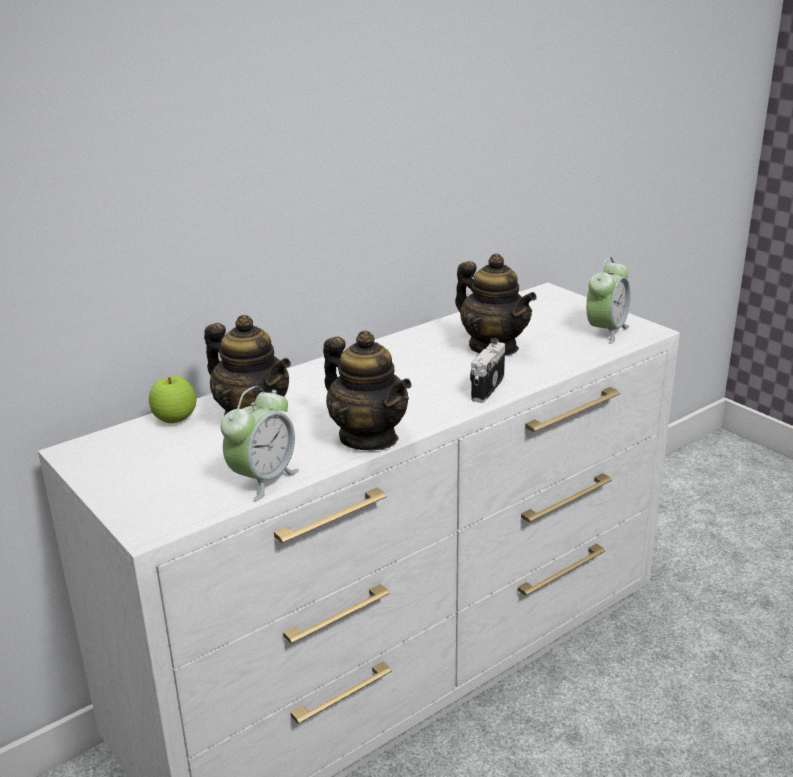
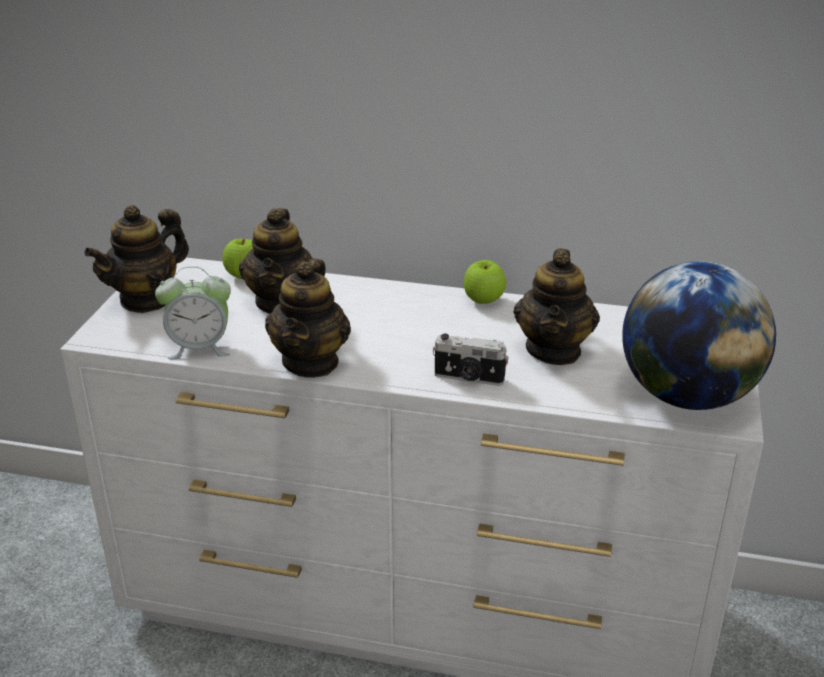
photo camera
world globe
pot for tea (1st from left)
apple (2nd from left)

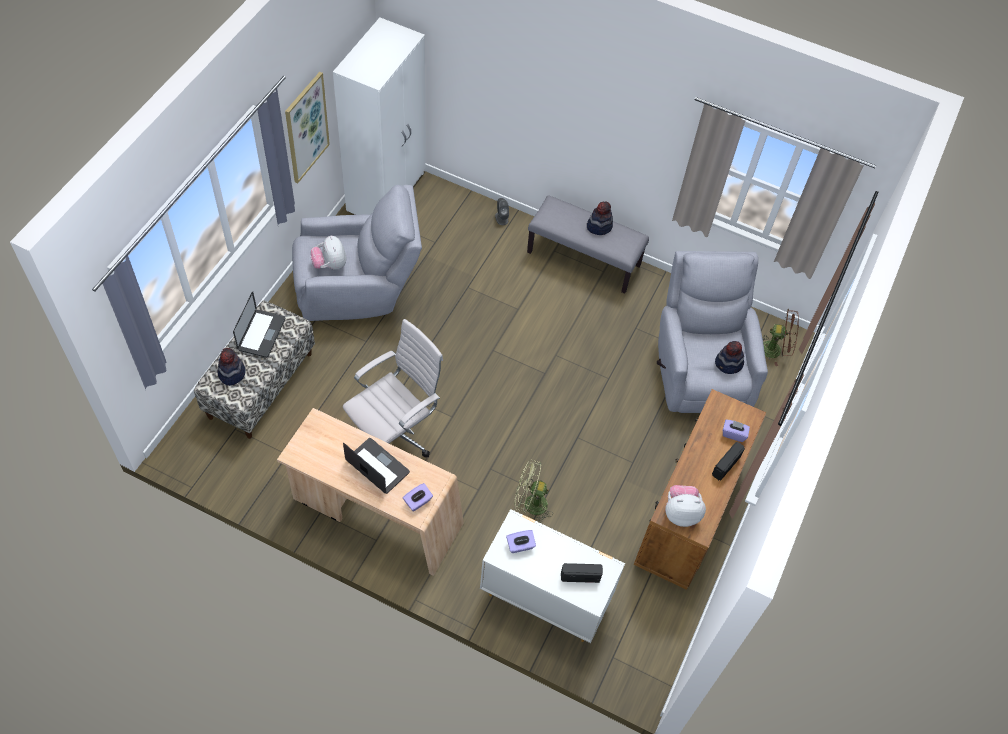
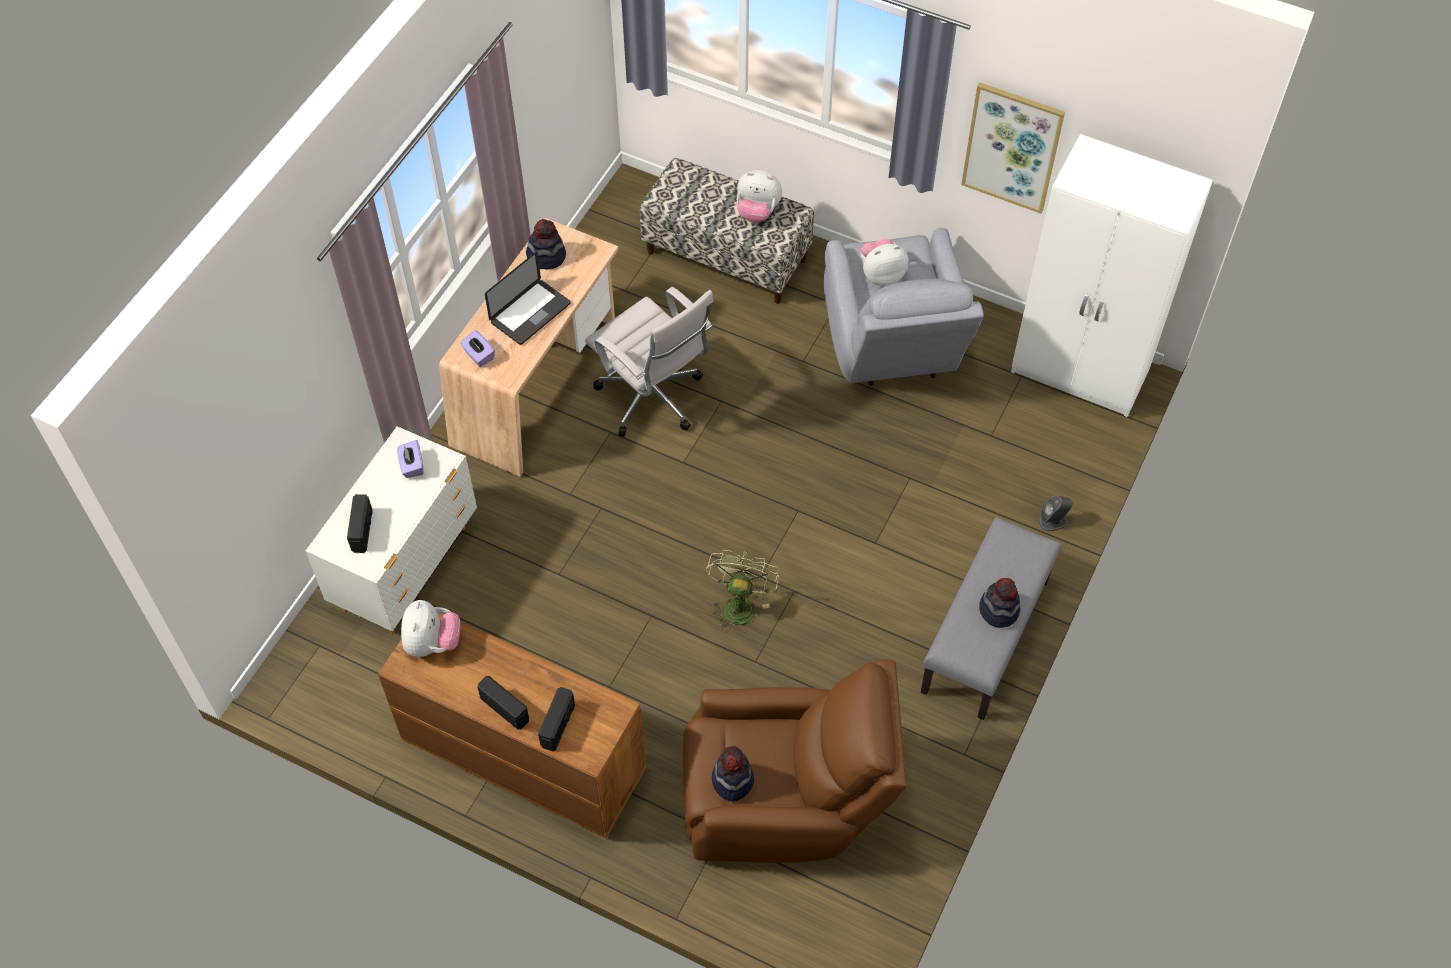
hat (1st from left)
plush toy (2nd from left)
cooling fan in green-coloured
easy chair in brown-coloured
radio receiver (3rd from left)
cooling fan in brown-coloured

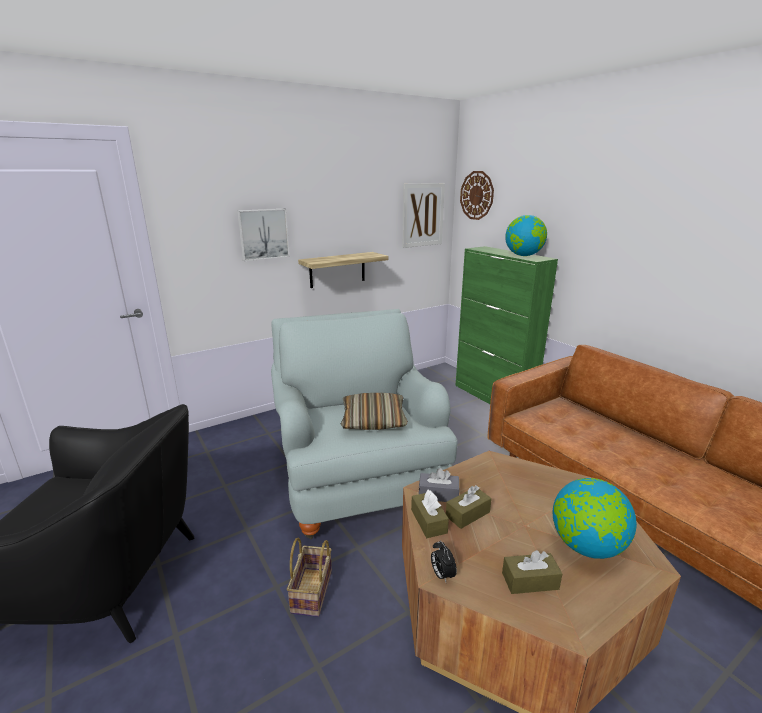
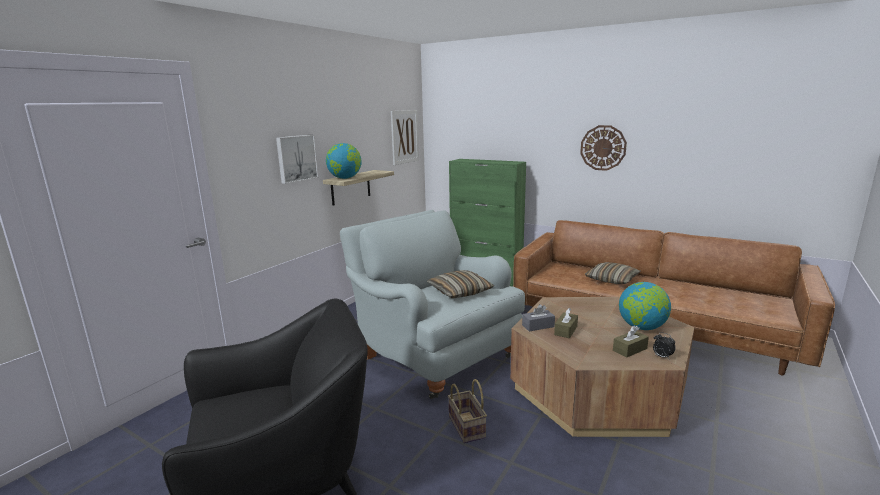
box of tissues in brown-coloured (1st from left in the first image)
table clock
wall clock
world globe (1st from left)
pillow (2nd from left)

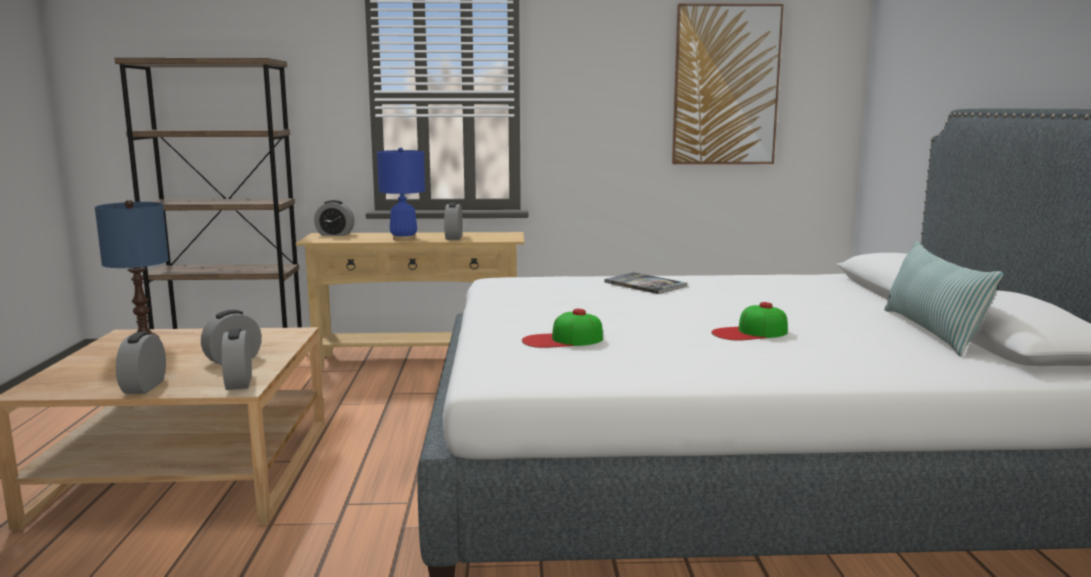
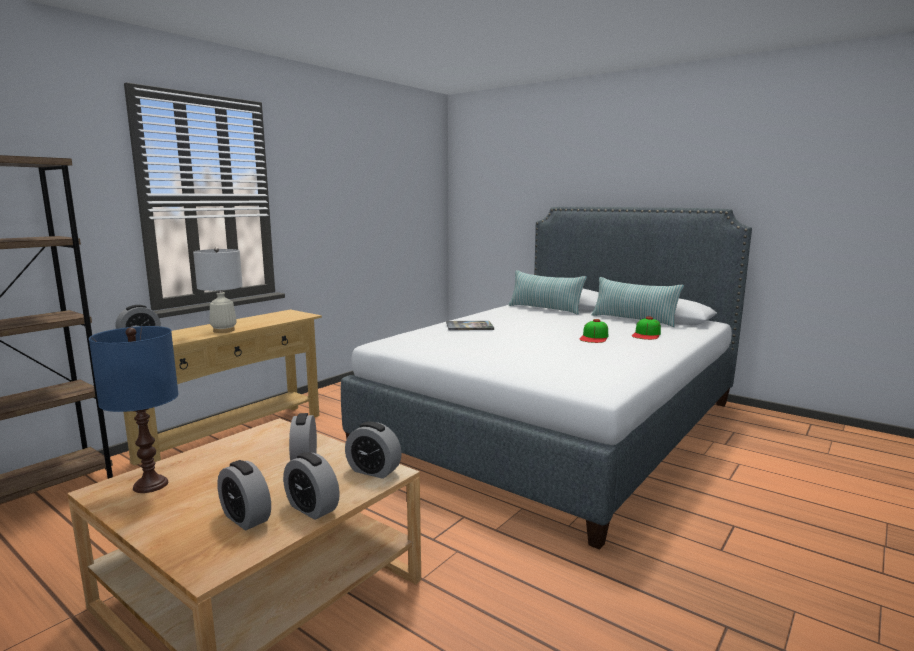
tabletop lamp in whitish
table clock (2nd from left)
baseball cap (2nd from left)
picture
pillow (1st from left)

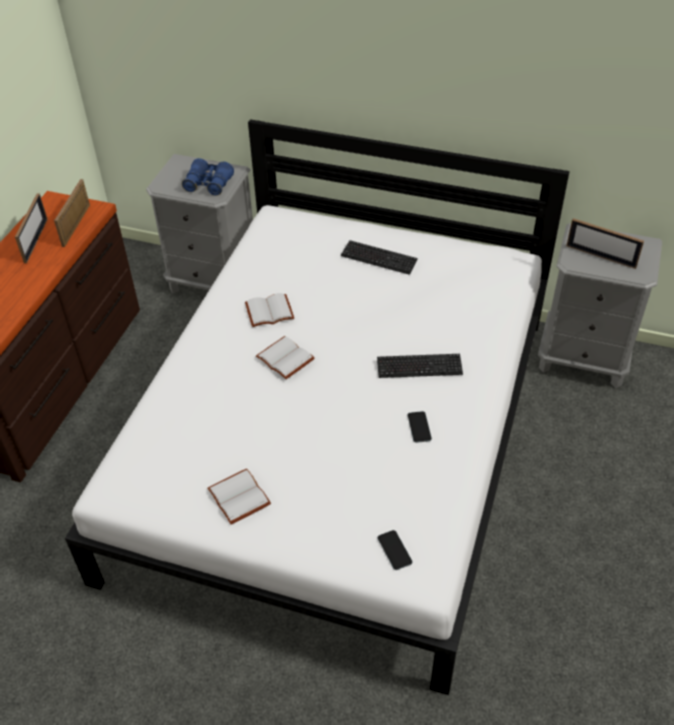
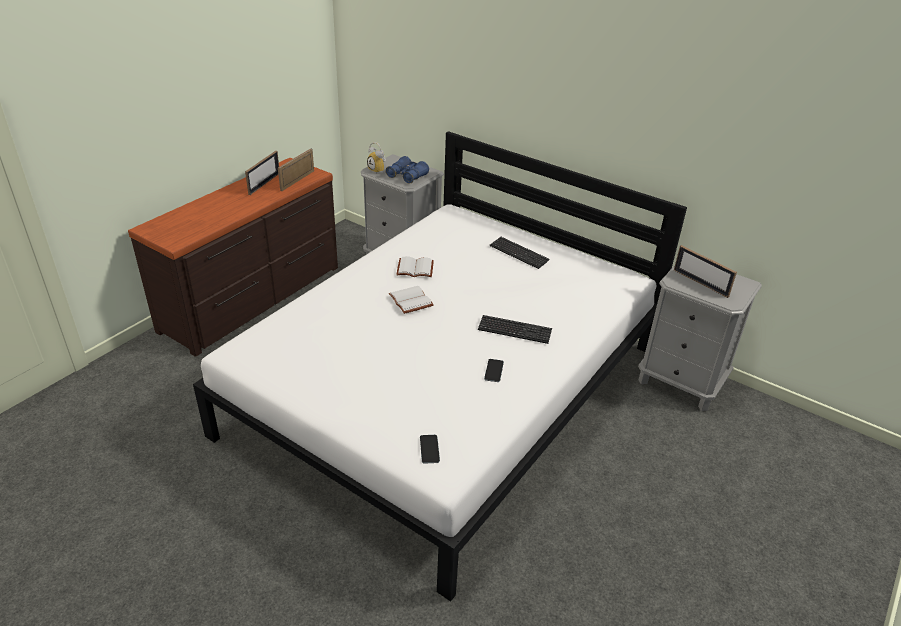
bound book in whitish (1st from left in the first image)
table clock

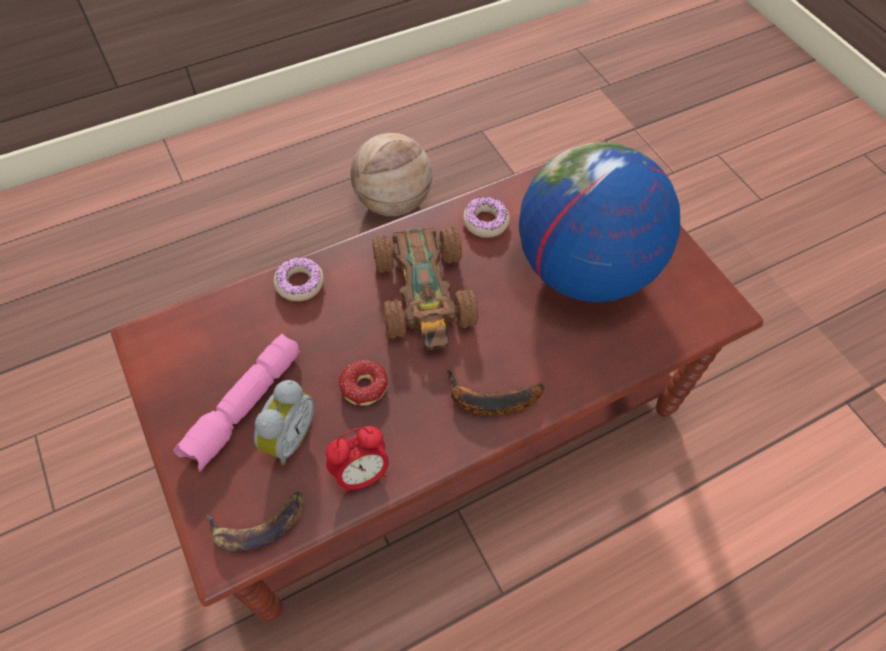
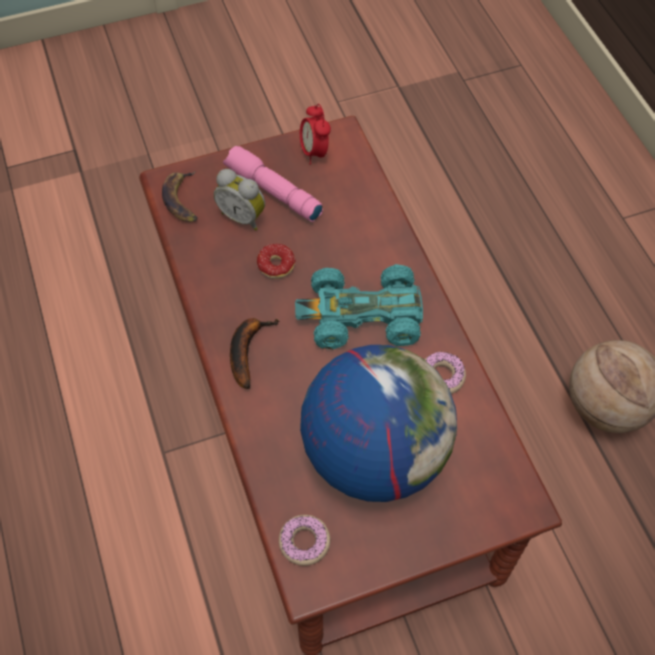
donut (2nd from left)
table clock (2nd from left)
model car in blue-green

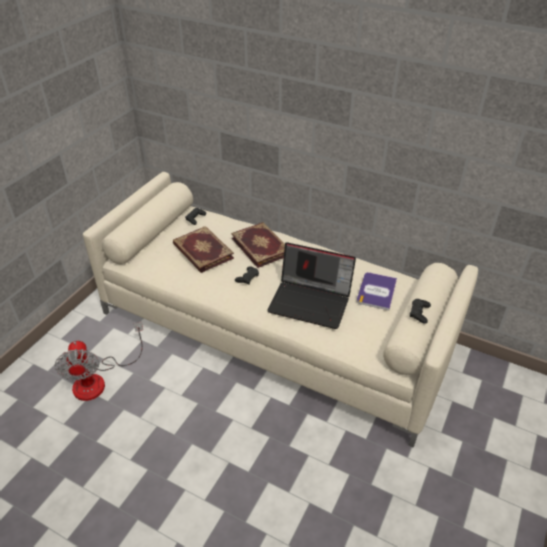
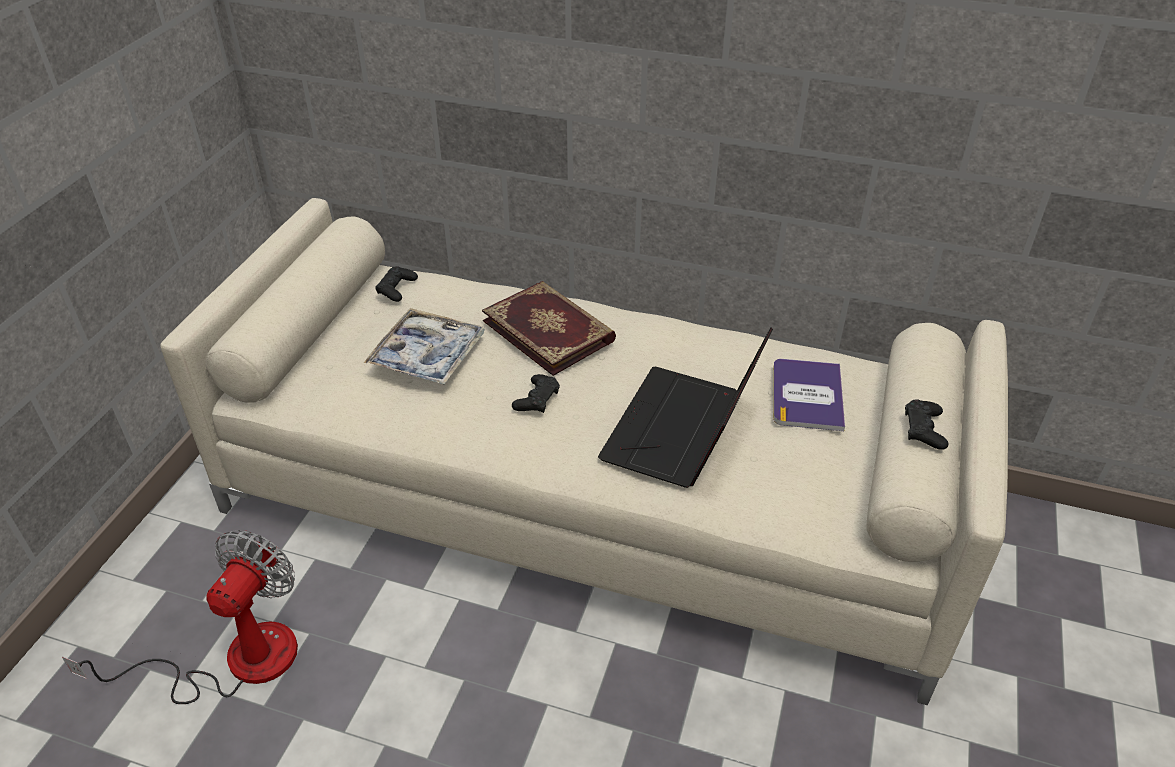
cooling fan
serving tray
laptop

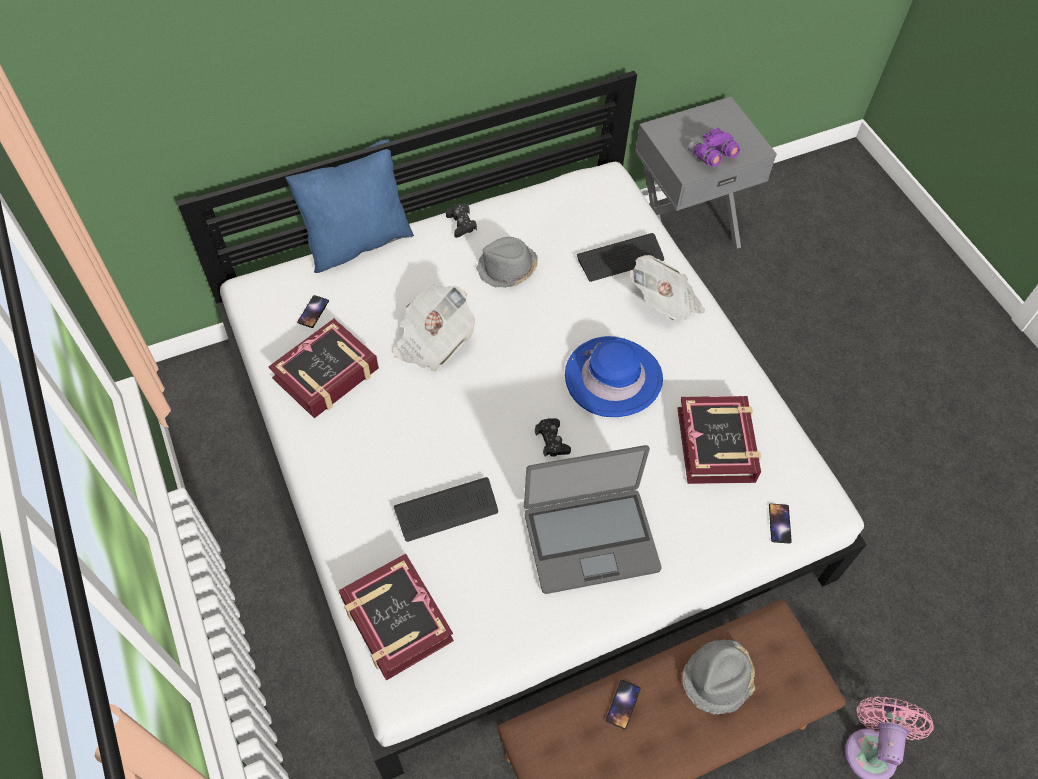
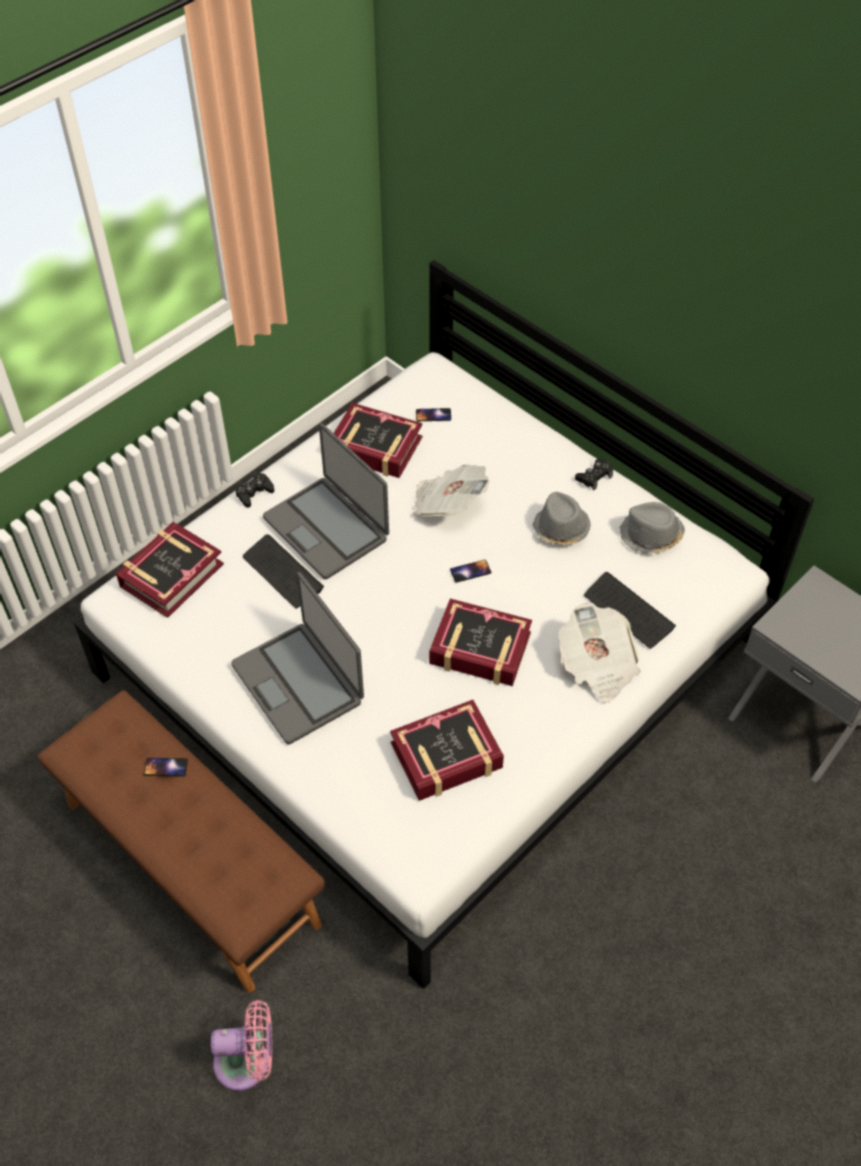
pillow in blue-coloured
game controller in black-coloured (1st from left)
bound book (4th from left)
hat in greyish (2nd from left)
binoculars in purple
handset (3rd from left)
laptop (2nd from left)

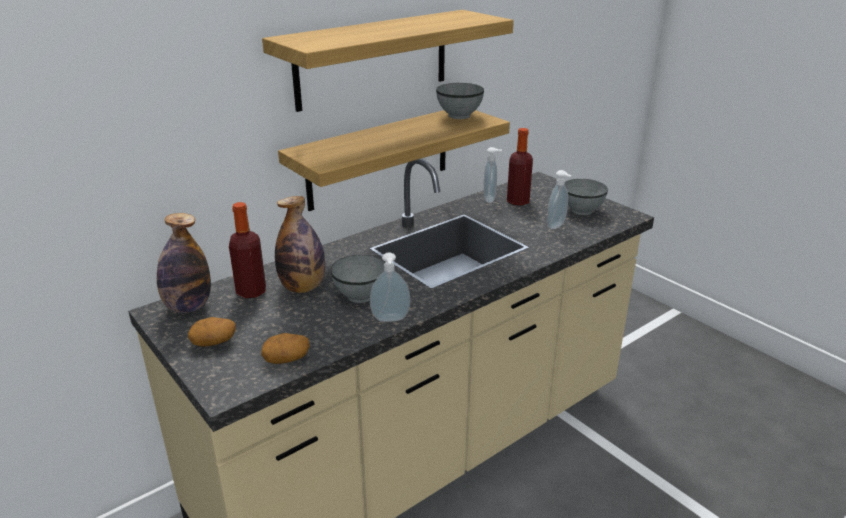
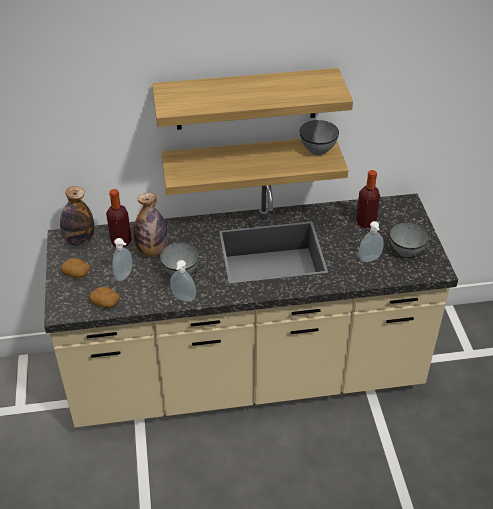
soap bottle (1st from left)

